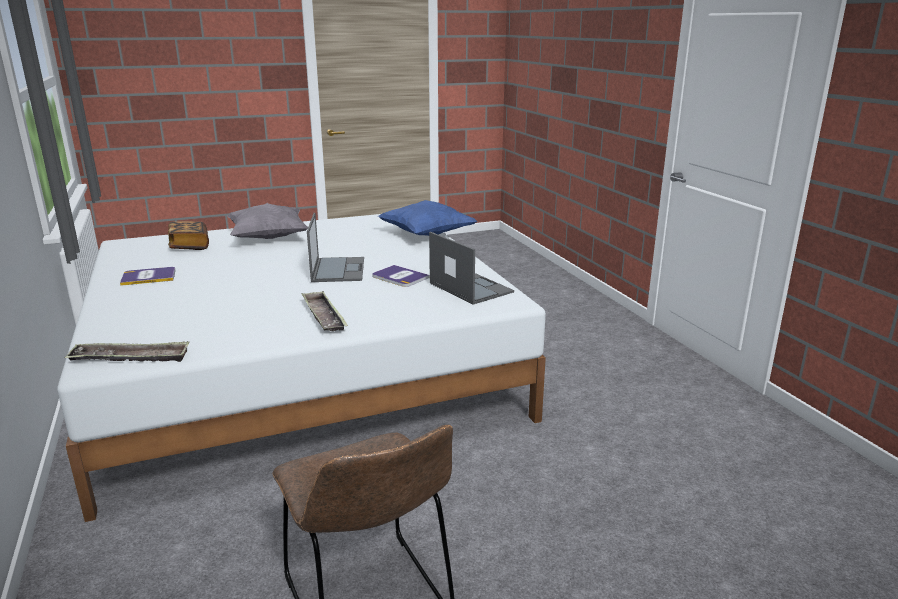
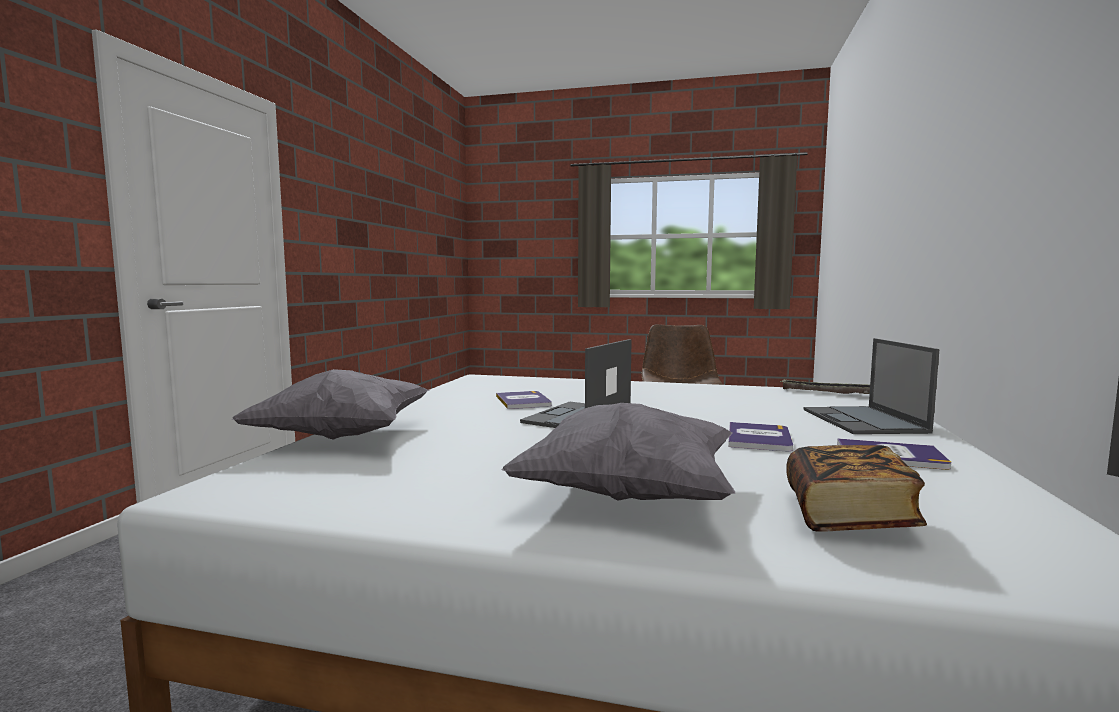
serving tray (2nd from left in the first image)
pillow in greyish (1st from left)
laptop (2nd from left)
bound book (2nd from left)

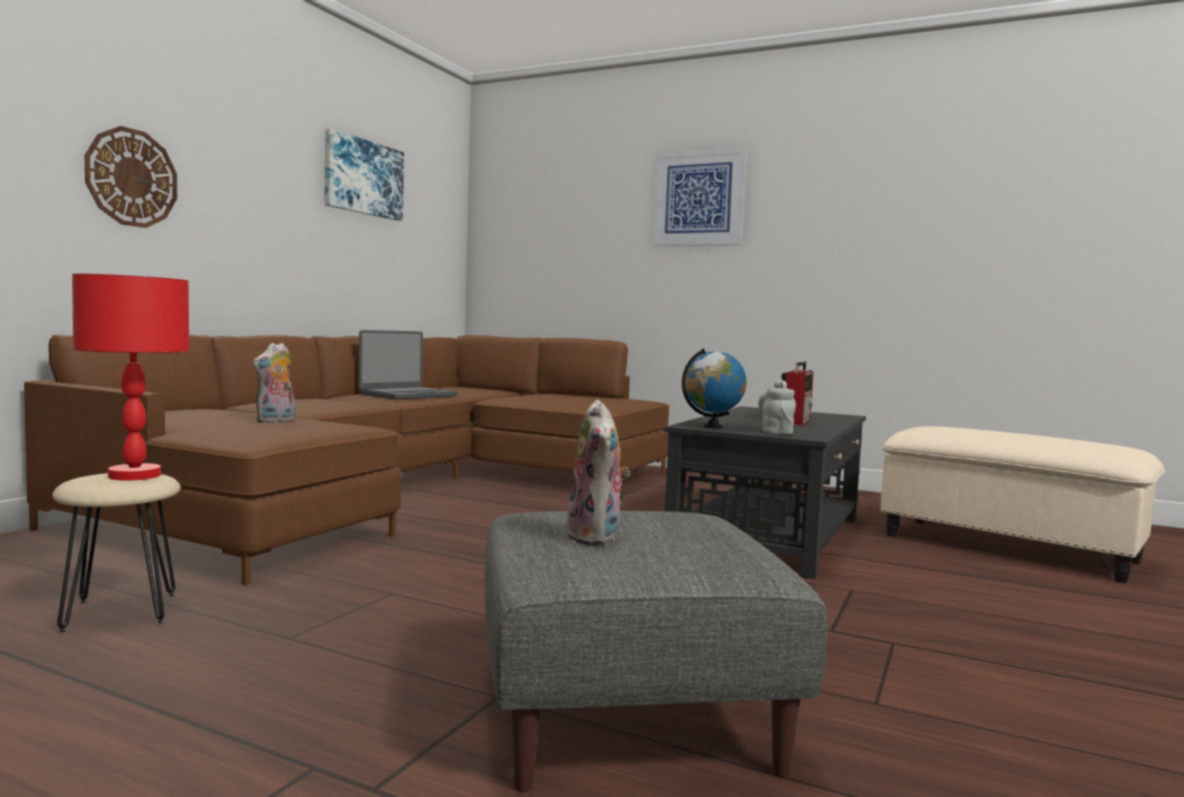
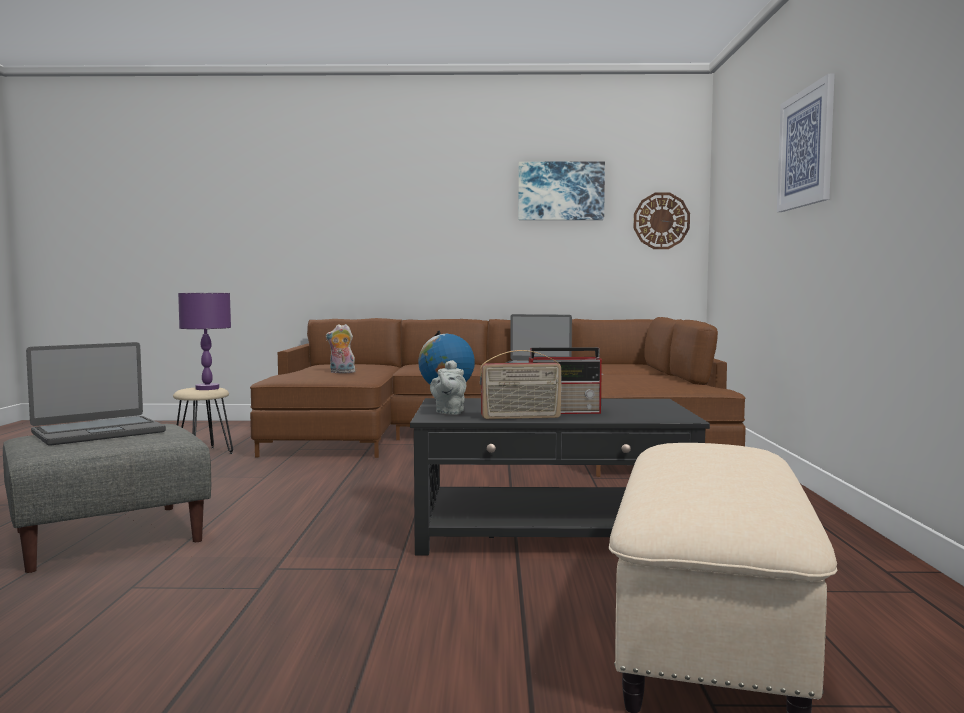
tabletop lamp in purple
wall clock
laptop (1st from left)
pot for tea in greyish
radio receiver (1st from left)

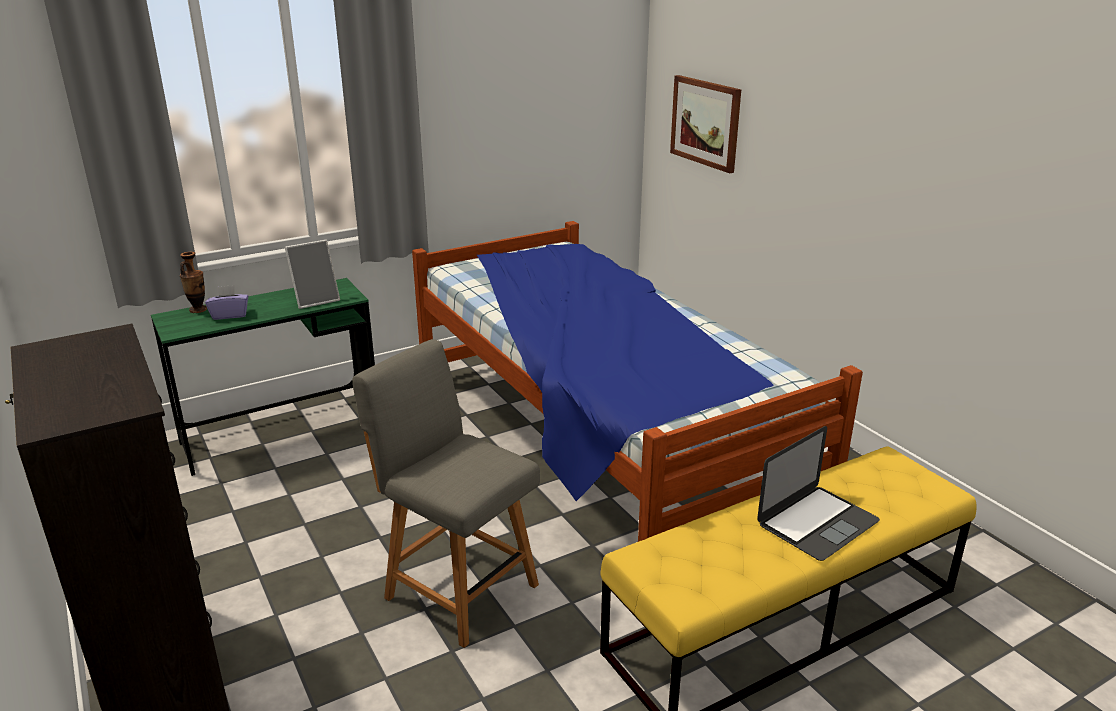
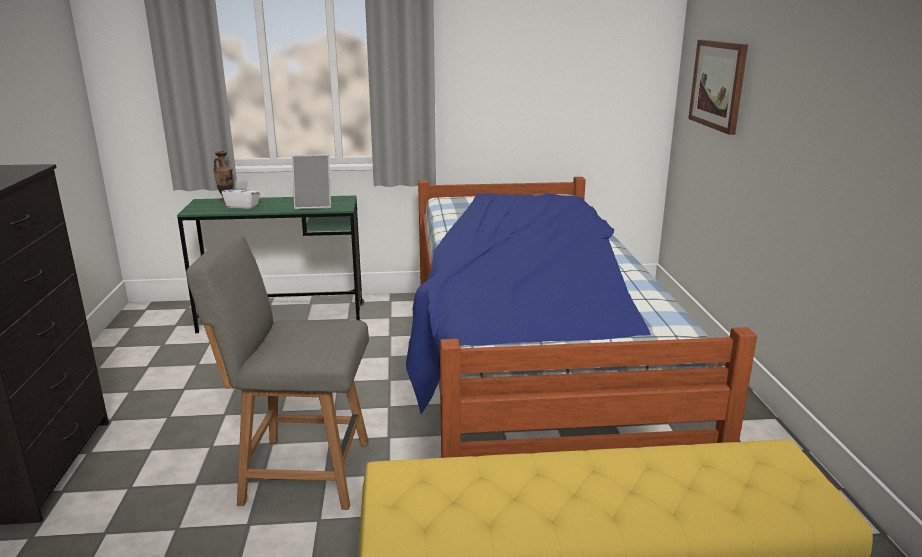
box of tissues in whitish
upright chair in greyish
laptop

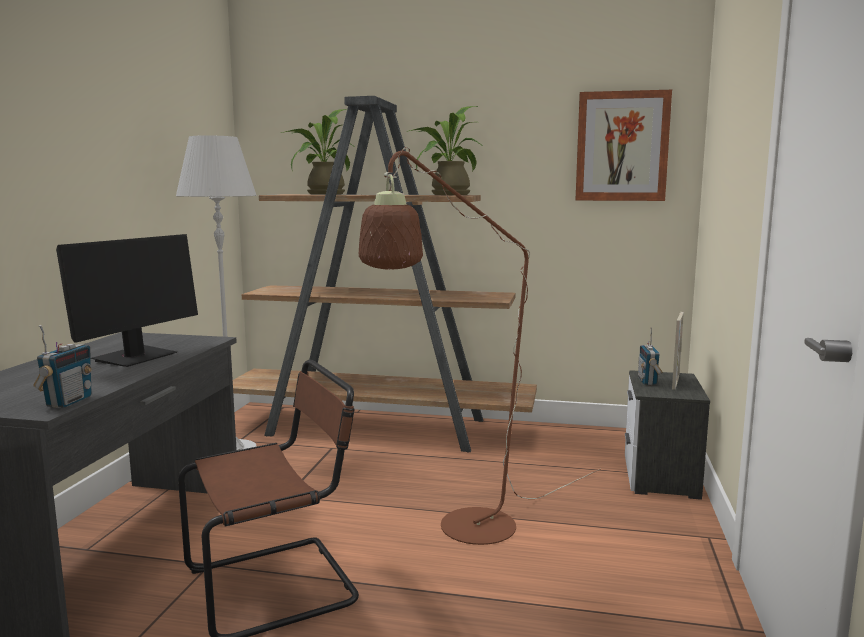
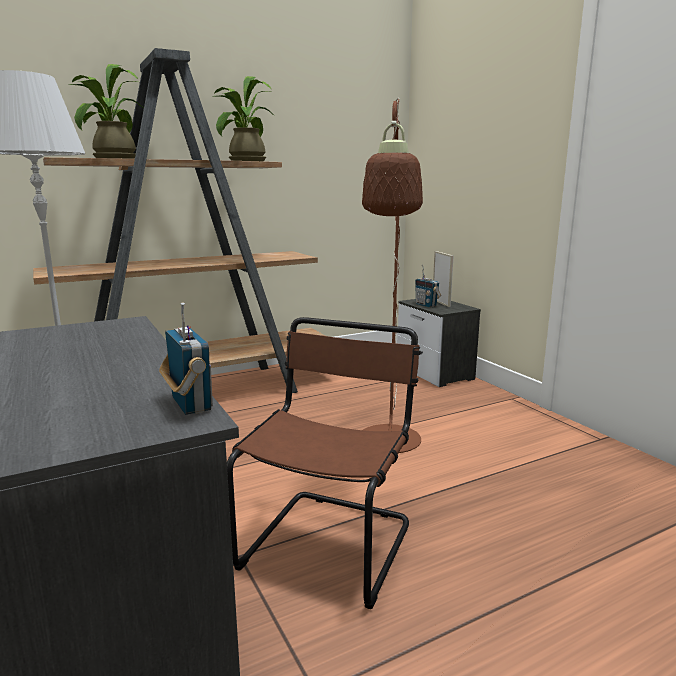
computer screen
picture

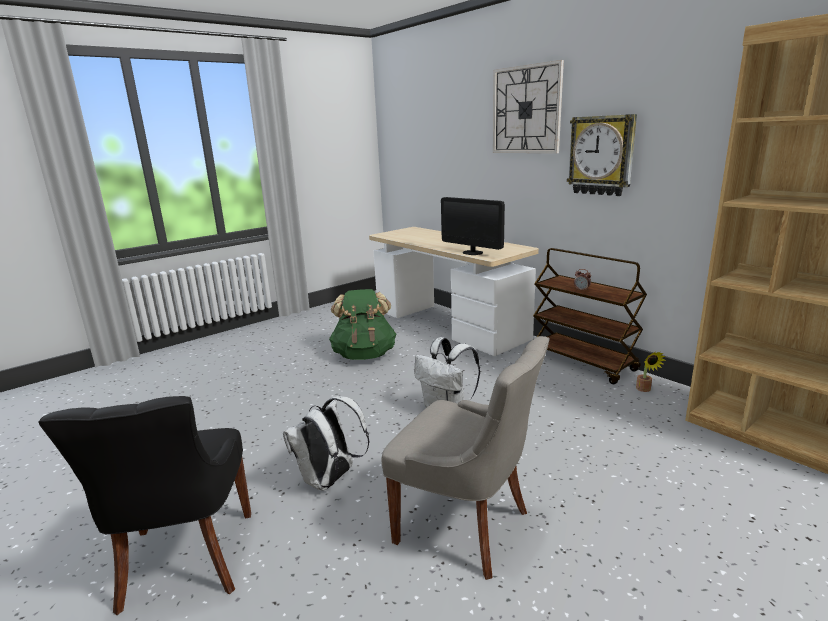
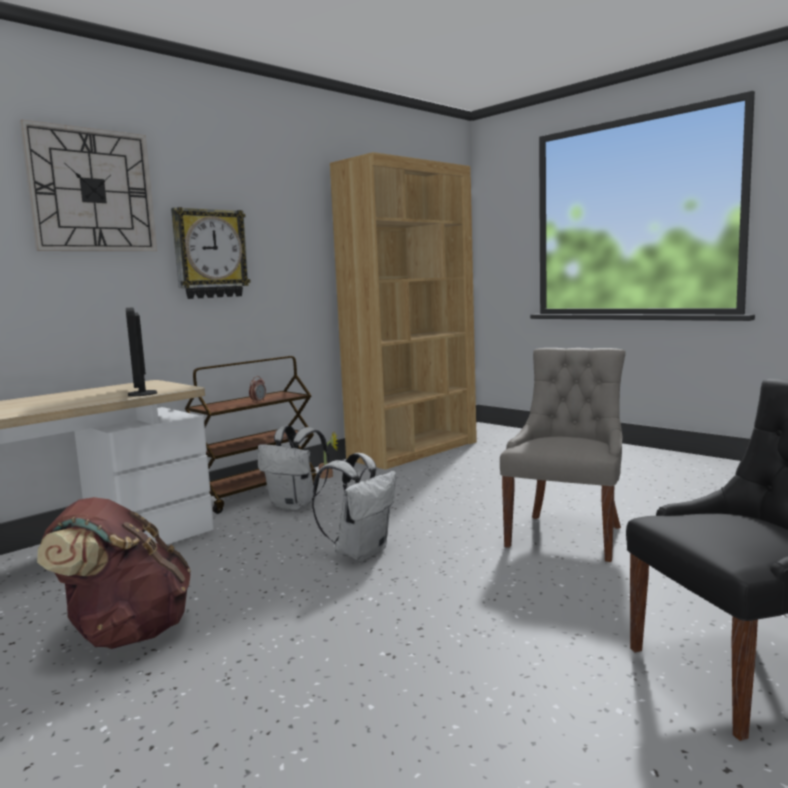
knapsack in whitish (1st from left)
knapsack in brown-coloured
computer screen

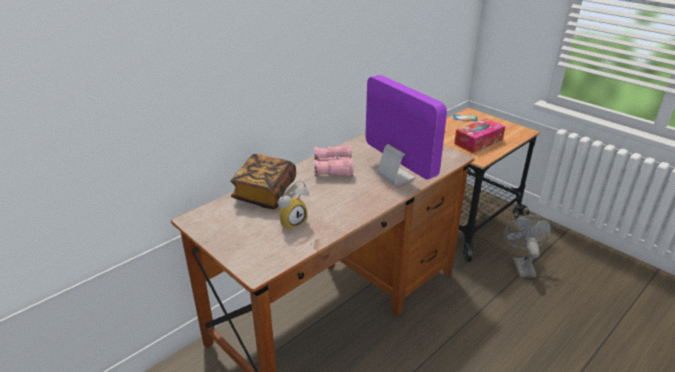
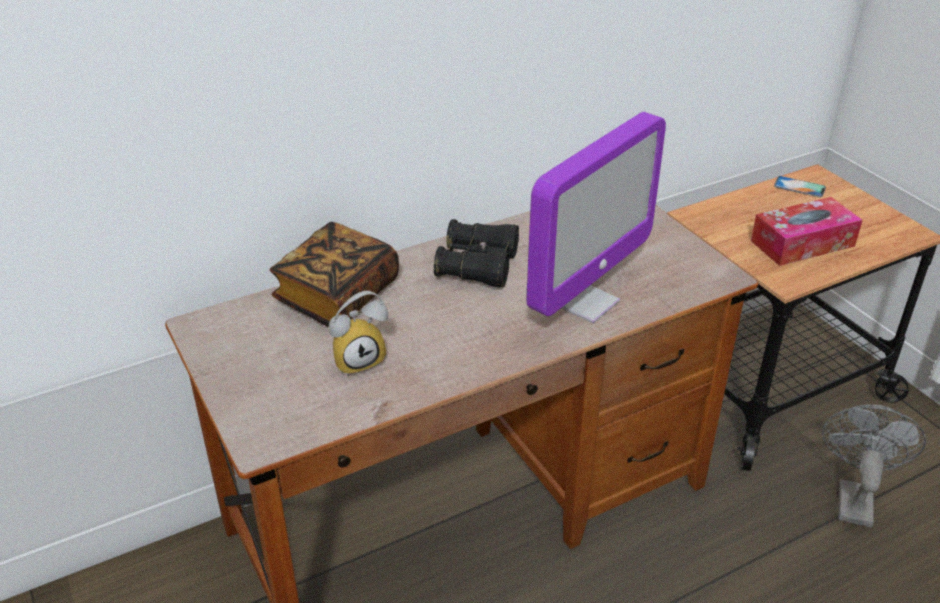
binoculars in black-coloured
computer screen

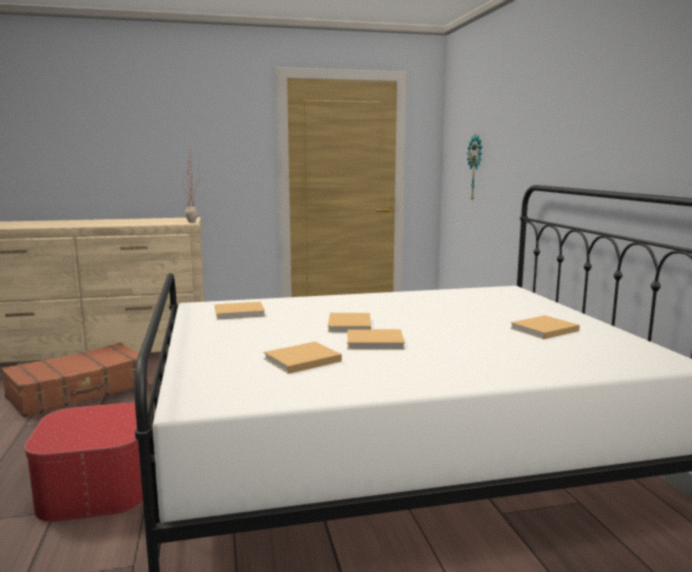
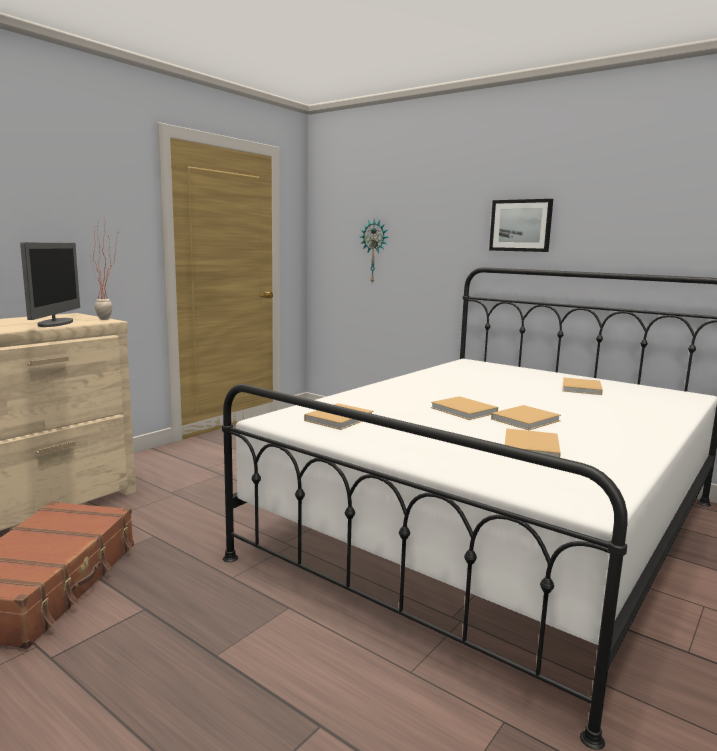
ottoman
computer screen
picture

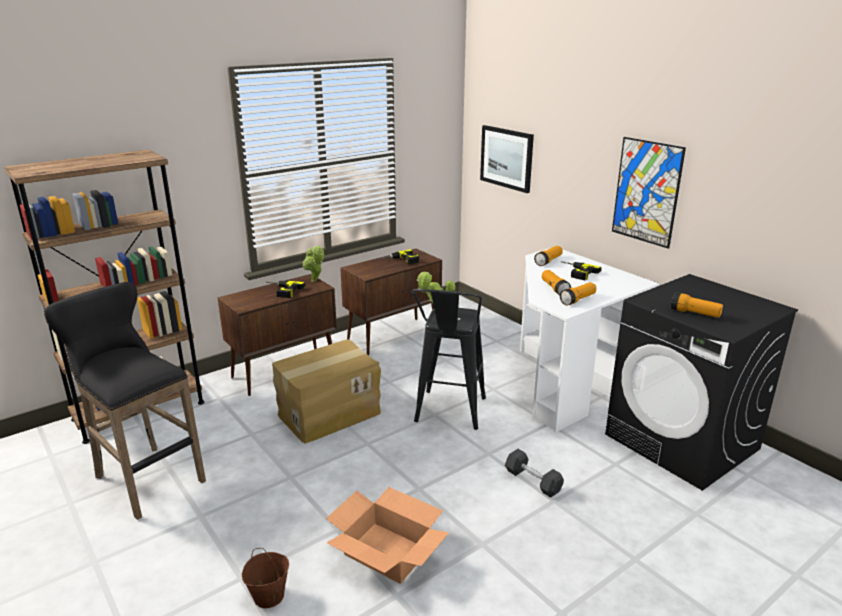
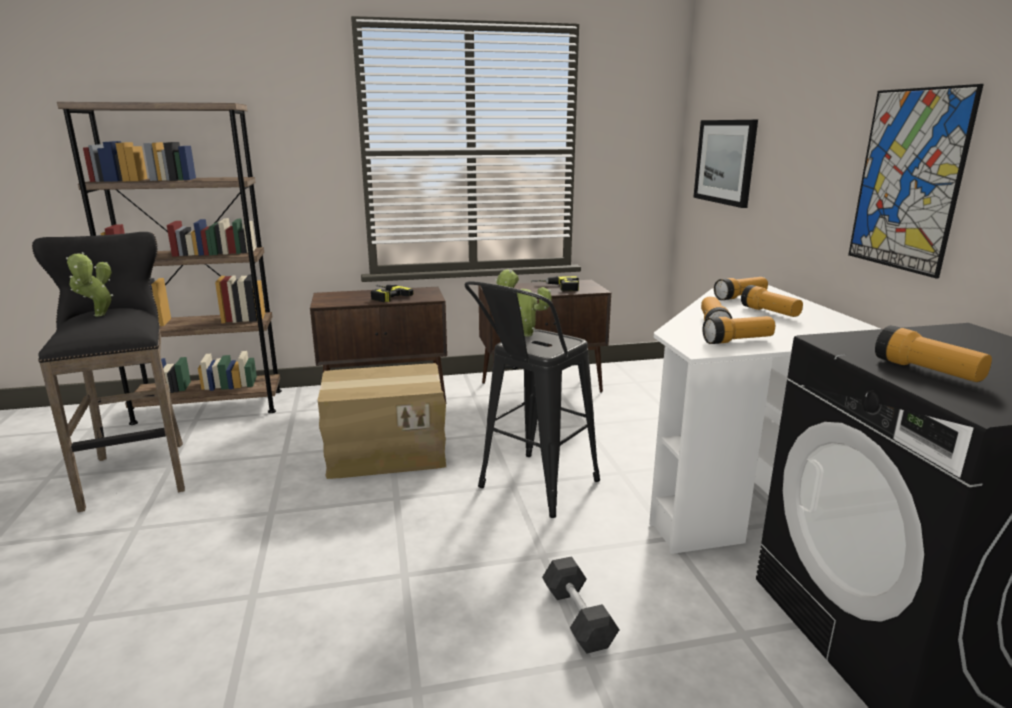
water bucket in brown-coloured
houseplant (1st from left)
cardboard box (2nd from left in the first image)
hand torch (4th from left)

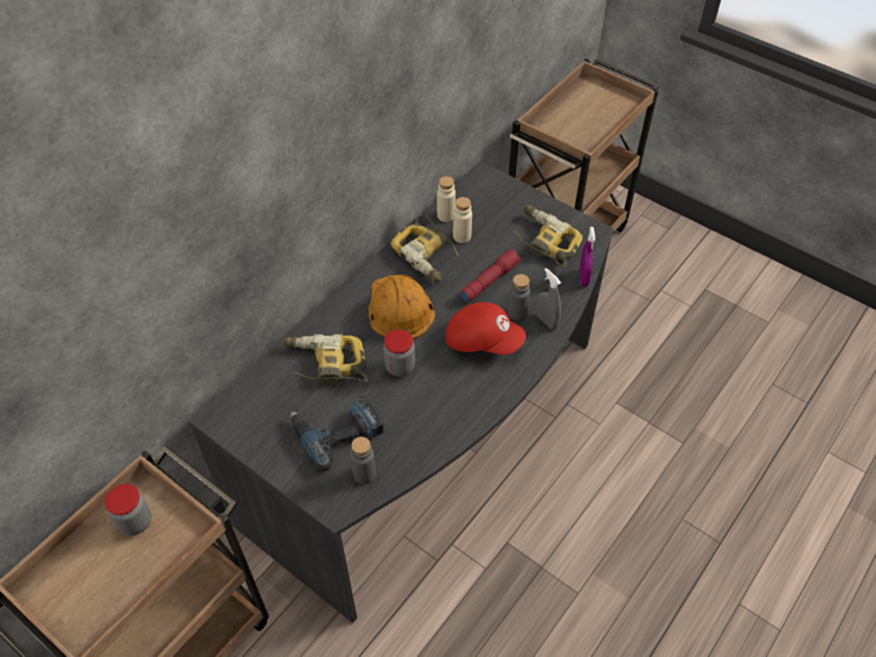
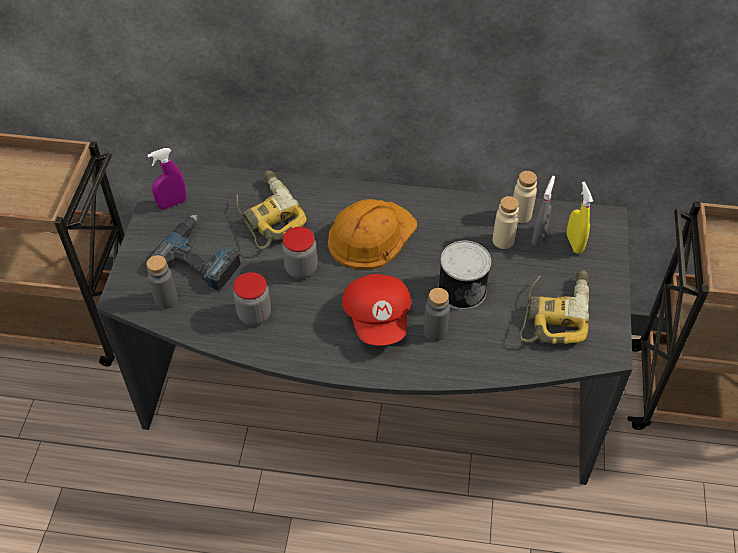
jar (1st from left)
drill (3rd from left in the first image)
can
spray bottle in greyish
spray bottle in purple
spray bottle in yellow-coloured

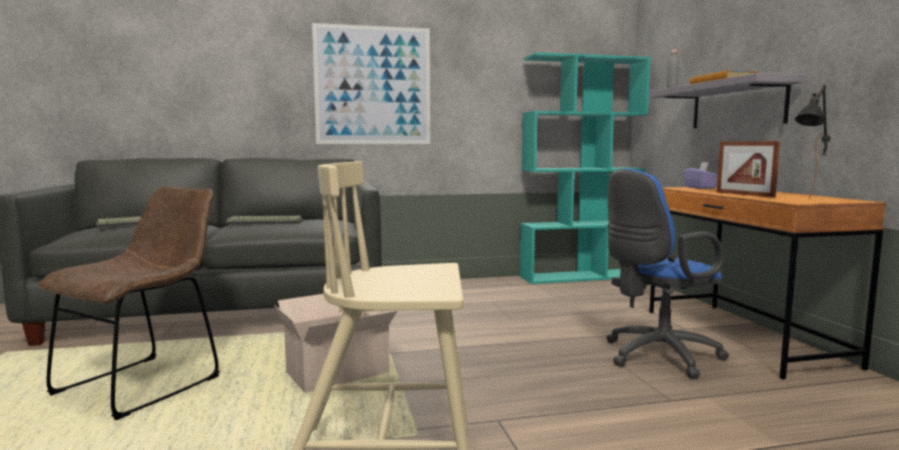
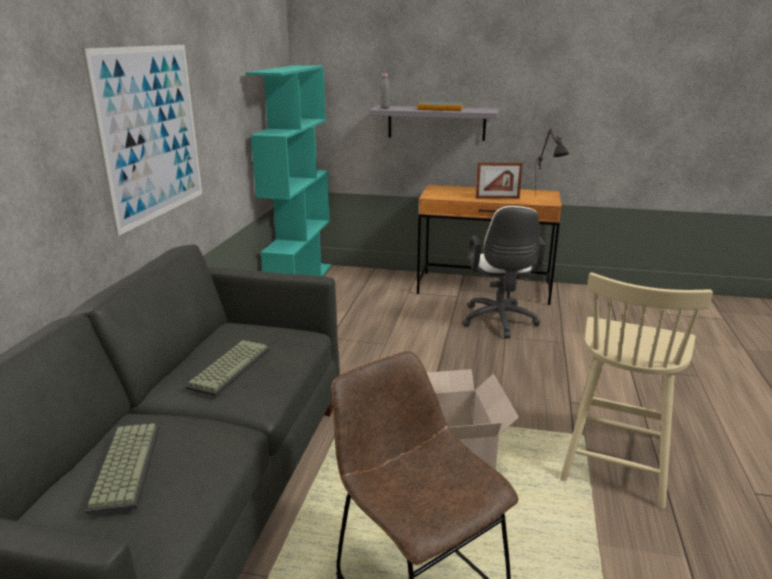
computer chair in whitish
box of tissues in purple

